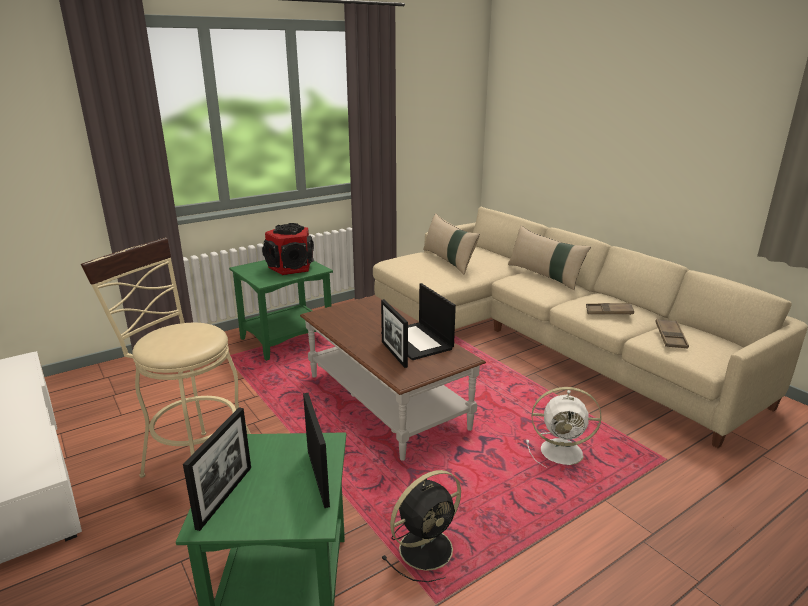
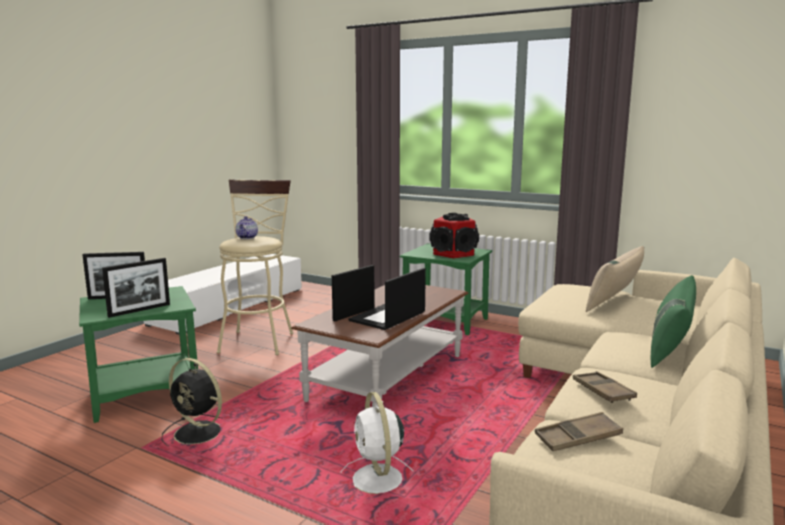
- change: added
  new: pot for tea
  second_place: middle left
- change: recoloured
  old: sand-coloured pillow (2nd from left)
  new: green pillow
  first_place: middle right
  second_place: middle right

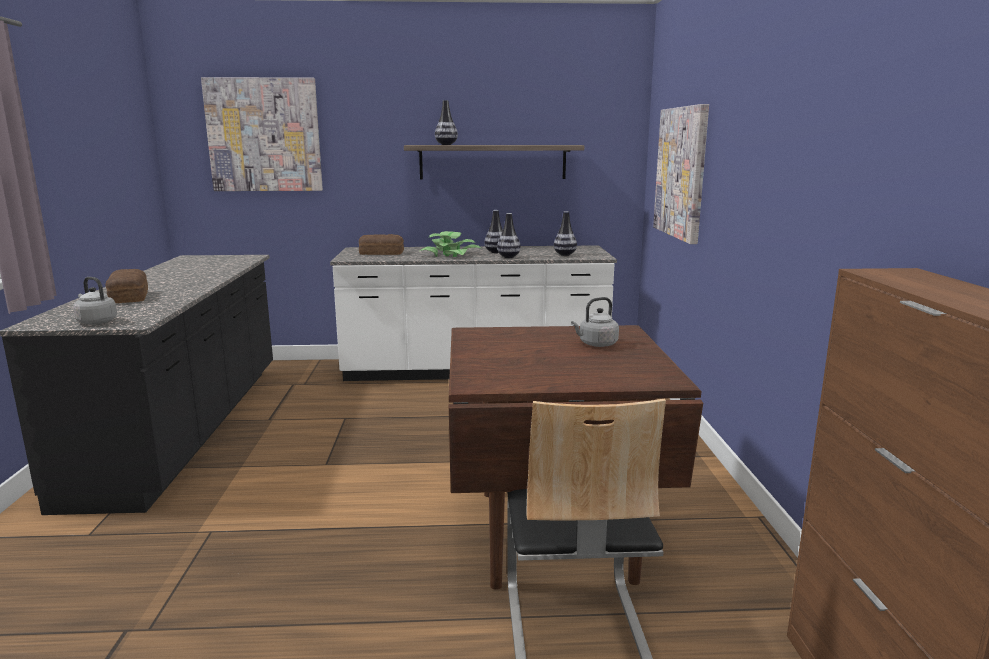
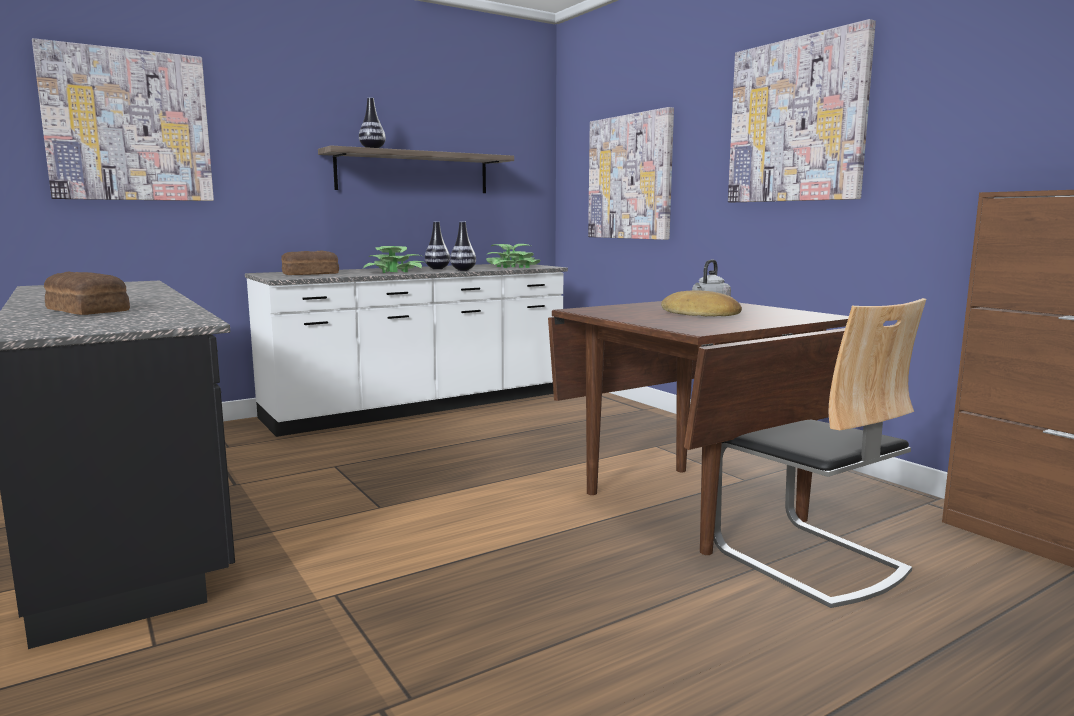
- change: replaced
  old: flower vase (4th from left)
  new: houseplant (2nd from left)
  first_place: centre
  second_place: centre
- change: added
  new: bread (3rd from left)
  second_place: centre
- change: added
  new: picture (3rd from left)
  second_place: top right
- change: removed
  old: grey tea kettle (1st from left)
  first_place: middle left

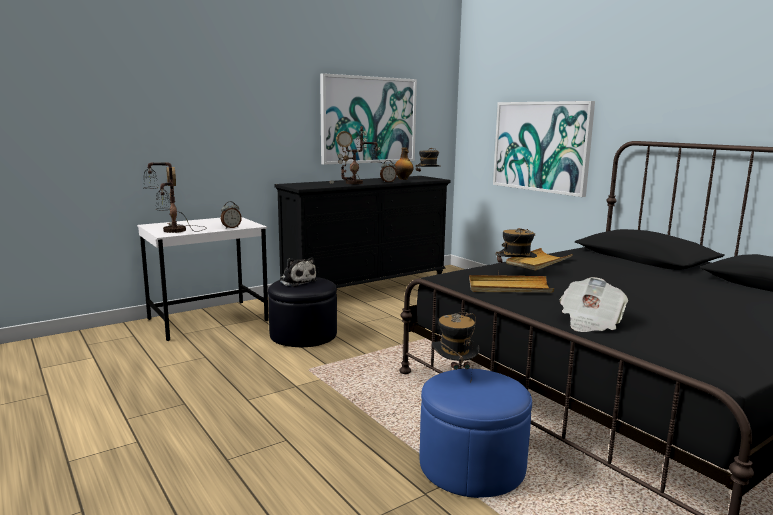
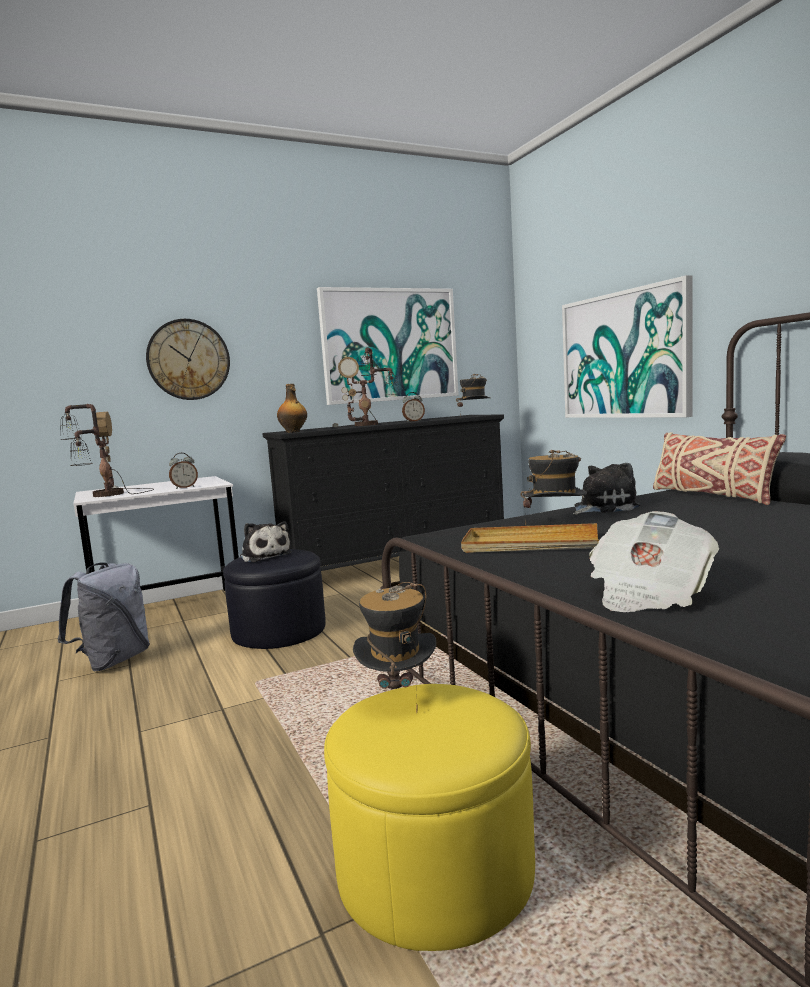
- change: added
  new: grey rucksack
  second_place: middle left
- change: added
  new: clock on the wall
  second_place: middle left
- change: moved
  old: beverage bottle
  first_place: top centre
  second_place: centre
- change: recoloured
  old: bluish ottoman
  new: yellow ottoman
  first_place: bottom centre
  second_place: bottom centre
- change: replaced
  old: sand-coloured serving tray (2nd from left)
  new: cuddly toy (2nd from left)
  first_place: middle right
  second_place: middle right
- change: added
  new: sand-coloured pillow
  second_place: middle right

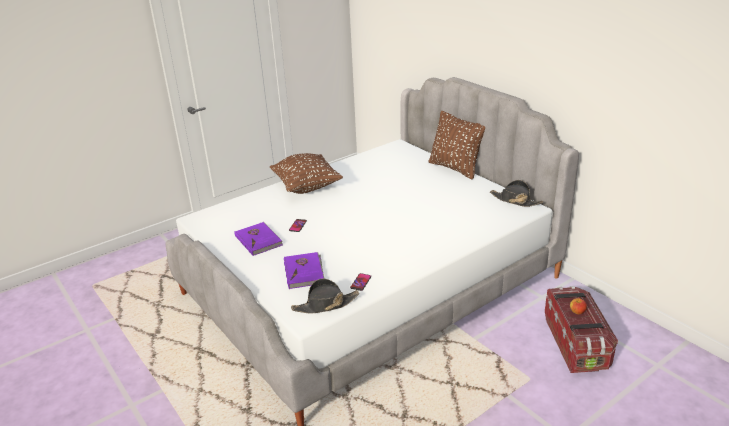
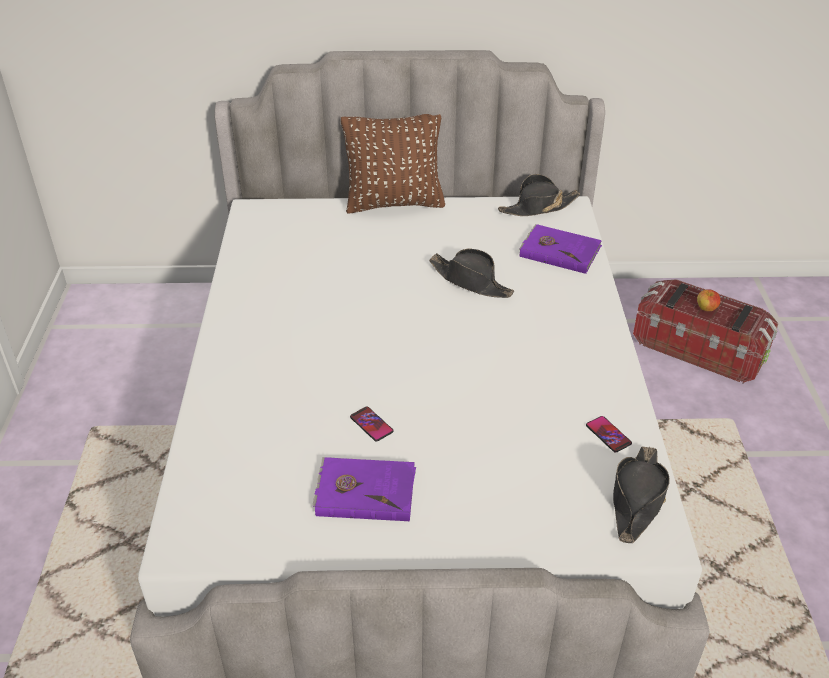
- change: added
  new: black hat (1st from left)
  second_place: centre
- change: moved
  old: purple-coloured volume (2nd from left)
  first_place: centre
  second_place: middle right
- change: removed
  old: brown-coloured pillow (1st from left)
  first_place: centre

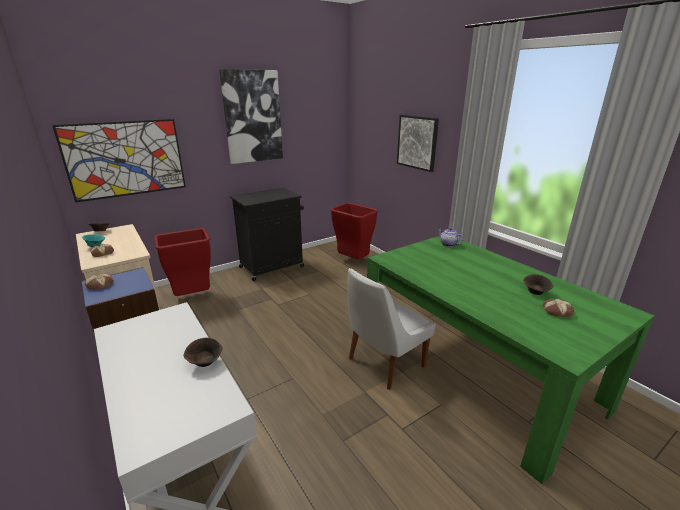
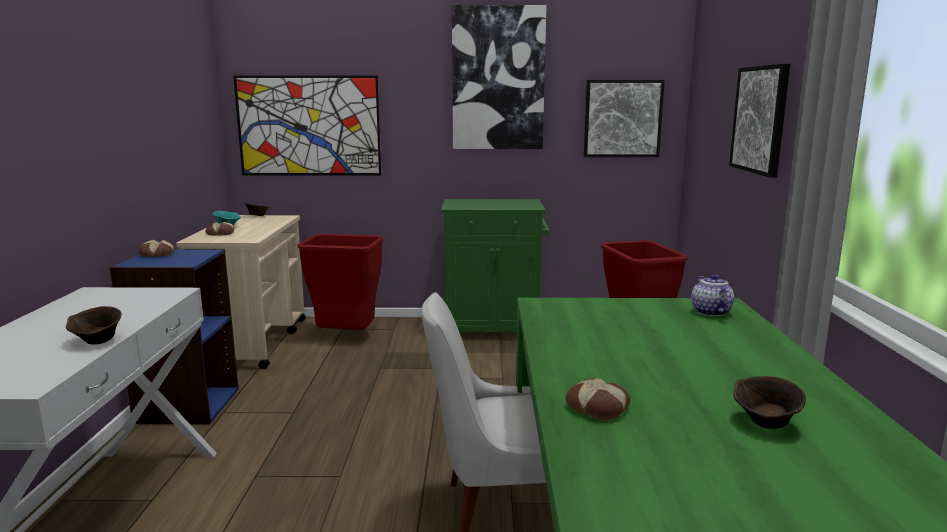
- change: recoloured
  old: black cupboard
  new: green cupboard
  first_place: centre
  second_place: centre
- change: moved
  old: bread (3rd from left)
  first_place: middle right
  second_place: bottom centre
- change: added
  new: picture (3rd from left)
  second_place: top centre

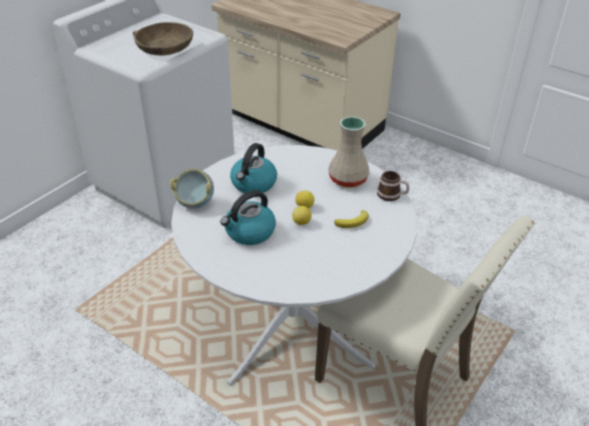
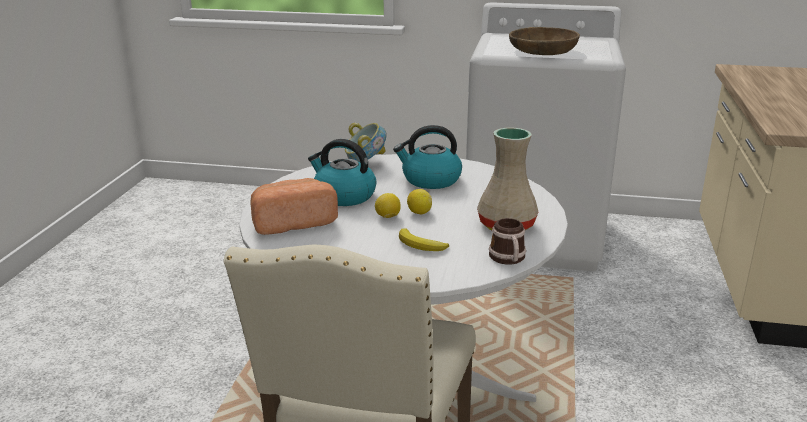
- change: added
  new: bread
  second_place: centre

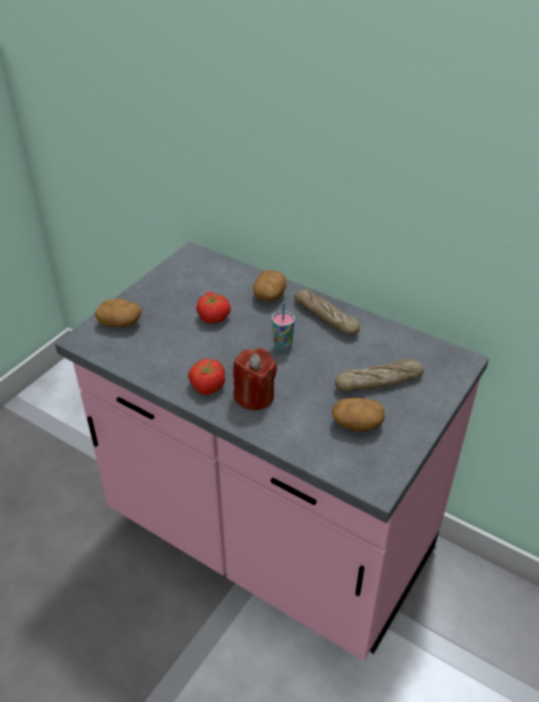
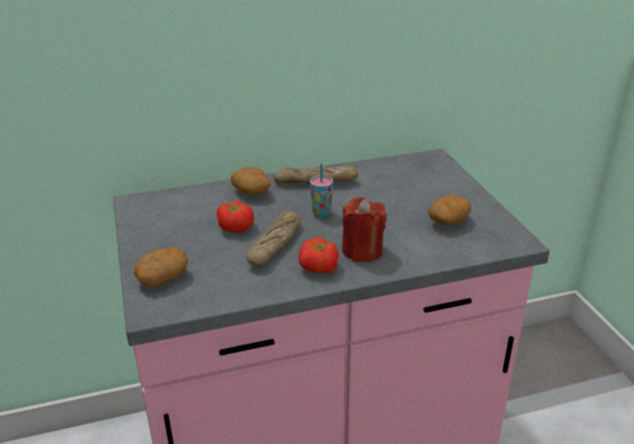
- change: moved
  old: bread (2nd from left in the first image)
  new: bread (1st from left)
  first_place: middle right
  second_place: centre

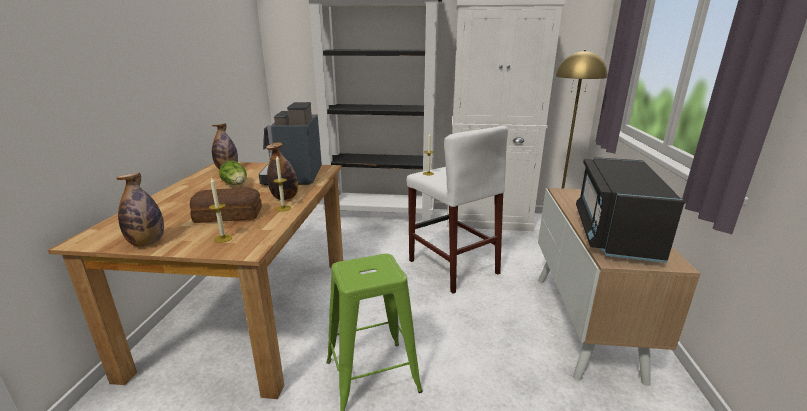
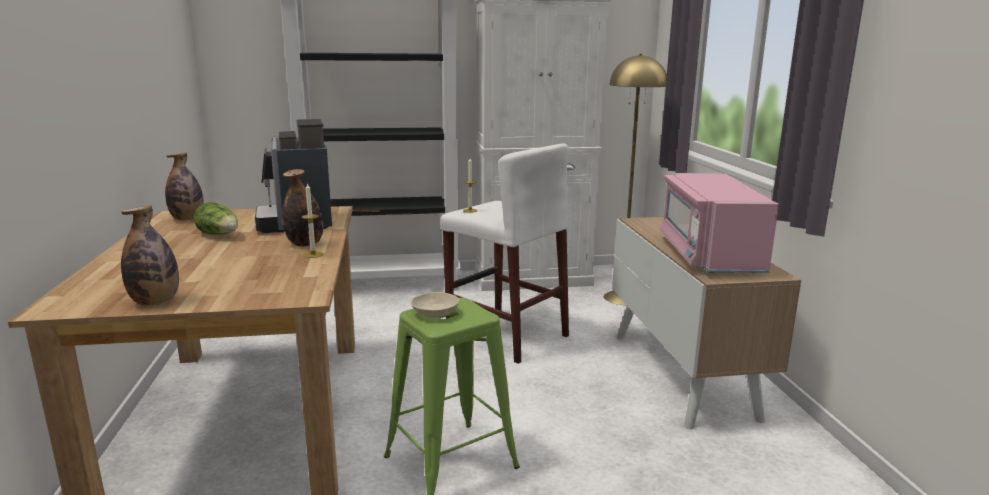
- change: added
  new: sand-coloured serving bowl
  second_place: centre
- change: recoloured
  old: black microwave
  new: pink microwave
  first_place: middle right
  second_place: middle right
- change: removed
  old: bread
  first_place: middle left
- change: removed
  old: candle (1st from left)
  first_place: middle left

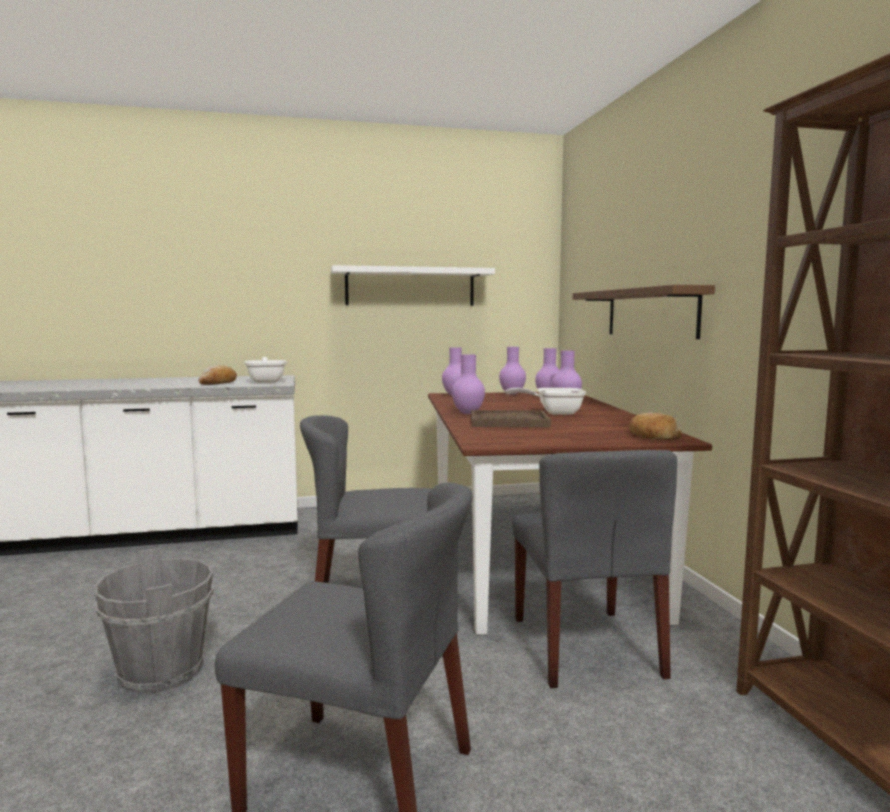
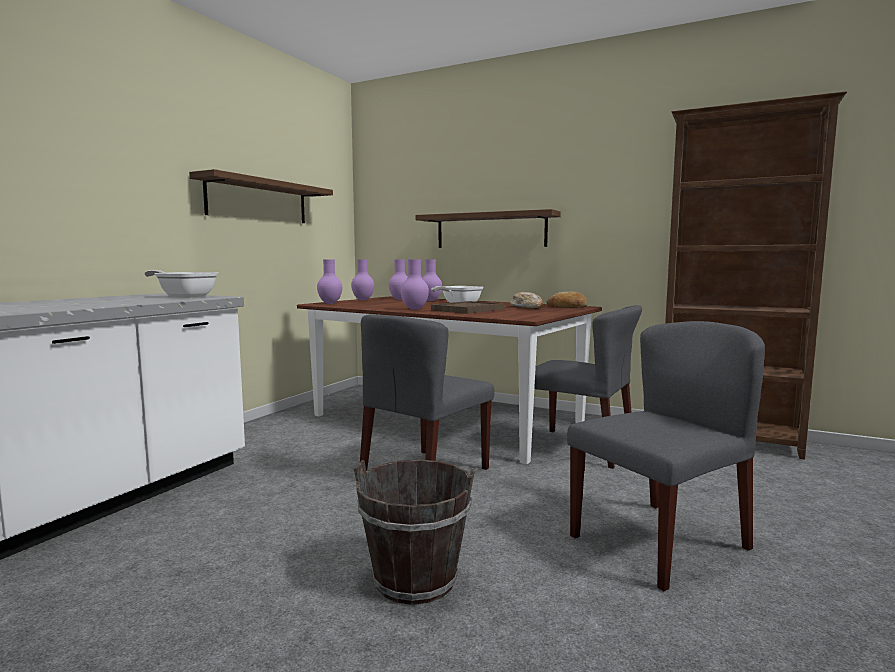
- change: recoloured
  old: white-coloured wall shelf
  new: brown-coloured wall shelf (1st from left)
  first_place: centre
  second_place: top left
- change: recoloured
  old: grey pail
  new: brown-coloured pail
  first_place: bottom left
  second_place: bottom centre
- change: moved
  old: bread (1st from left)
  first_place: middle left
  second_place: centre

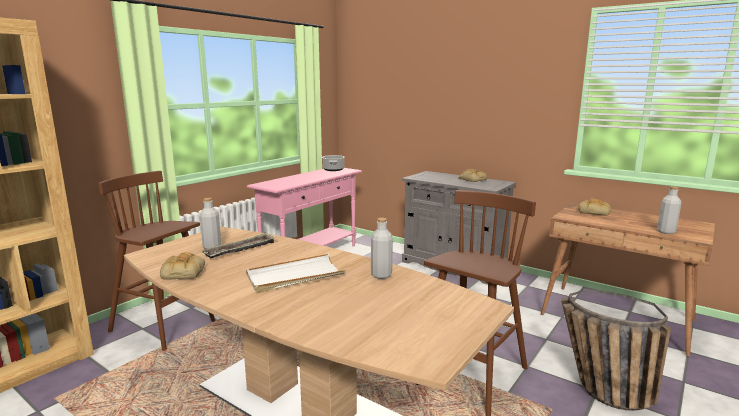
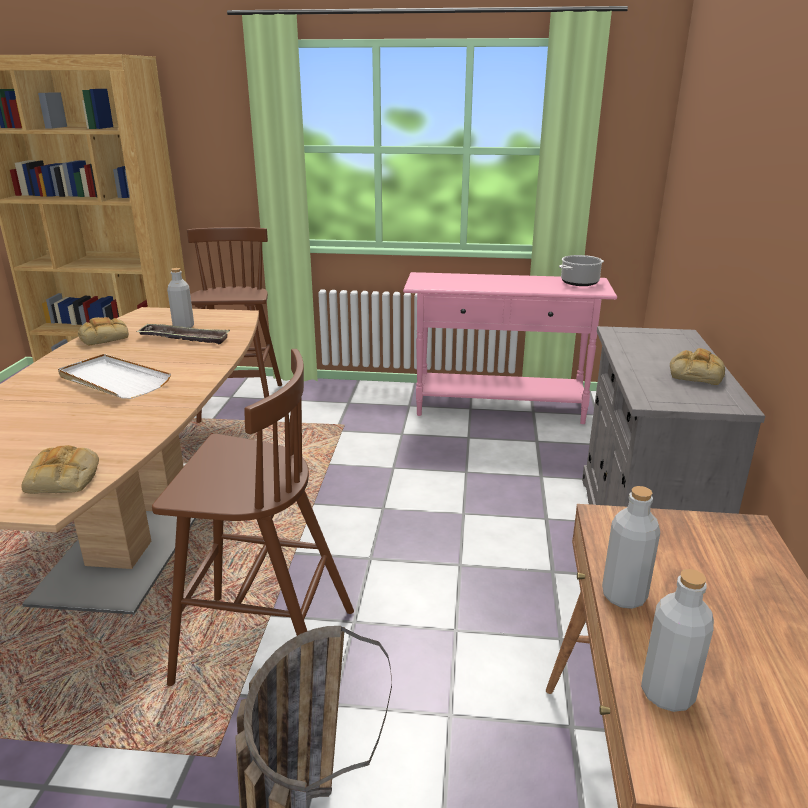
- change: moved
  old: bread (3rd from left in the first image)
  new: bread (1st from left)
  first_place: middle right
  second_place: middle left
- change: moved
  old: grey beverage bottle (2nd from left)
  first_place: centre
  second_place: bottom right

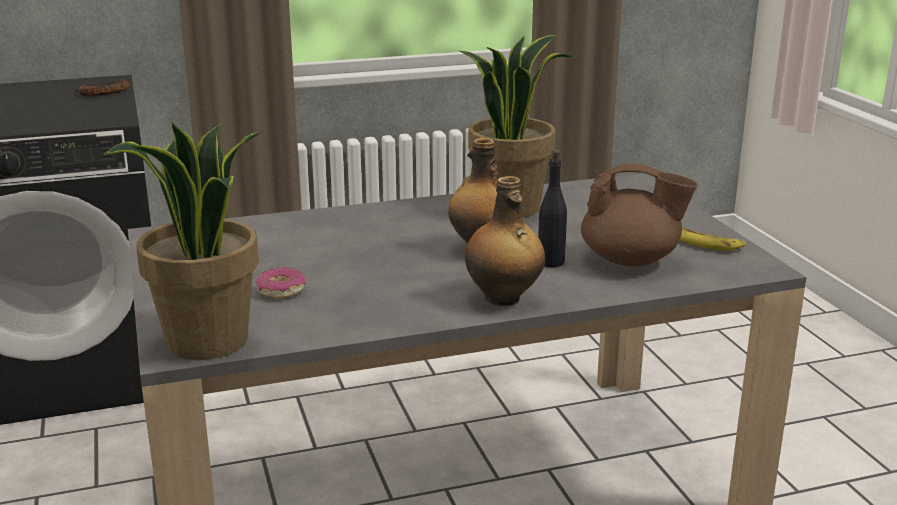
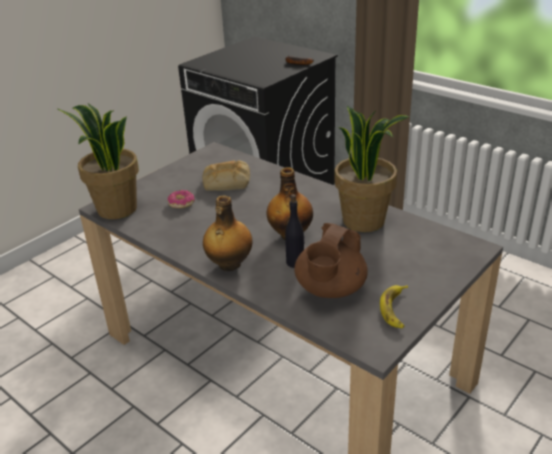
- change: added
  new: bread
  second_place: centre
- change: turned
  old: brown-coloured pot for tea
  first_place: middle right
  second_place: centre
  degrees: 45

